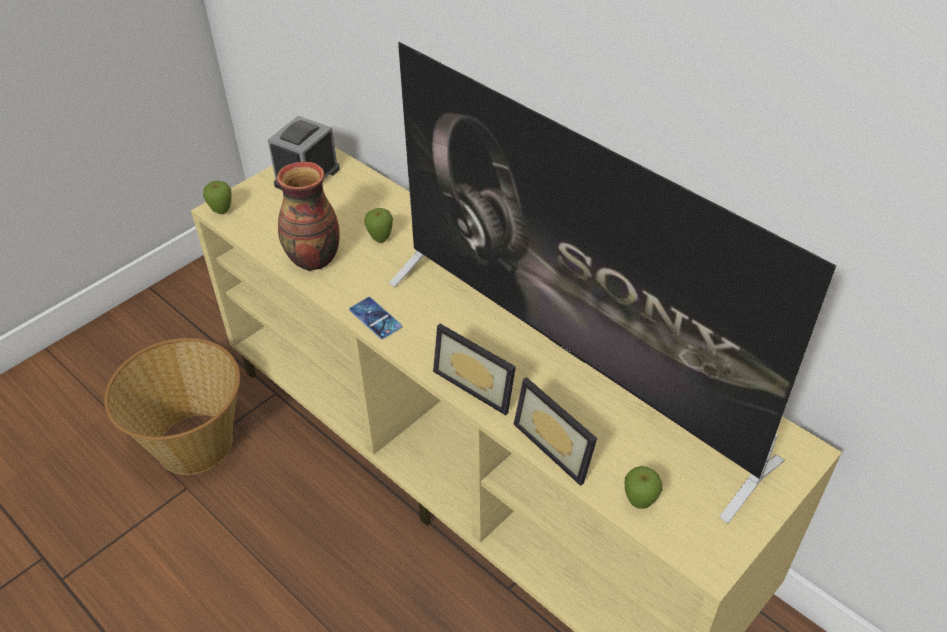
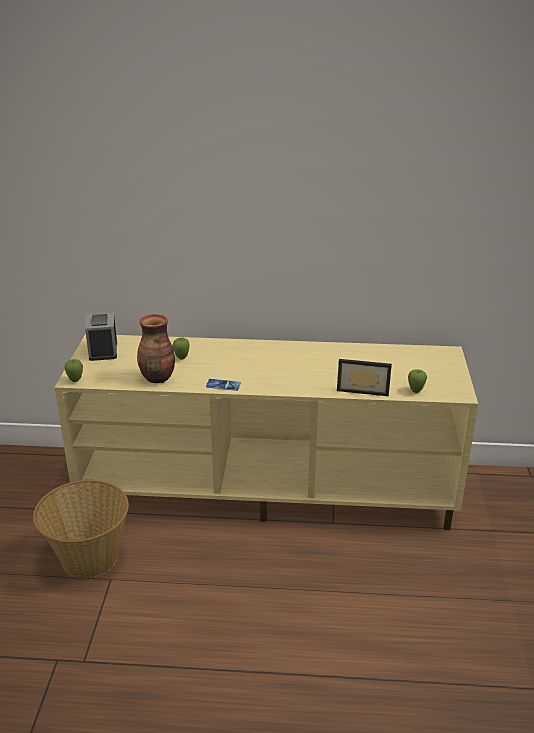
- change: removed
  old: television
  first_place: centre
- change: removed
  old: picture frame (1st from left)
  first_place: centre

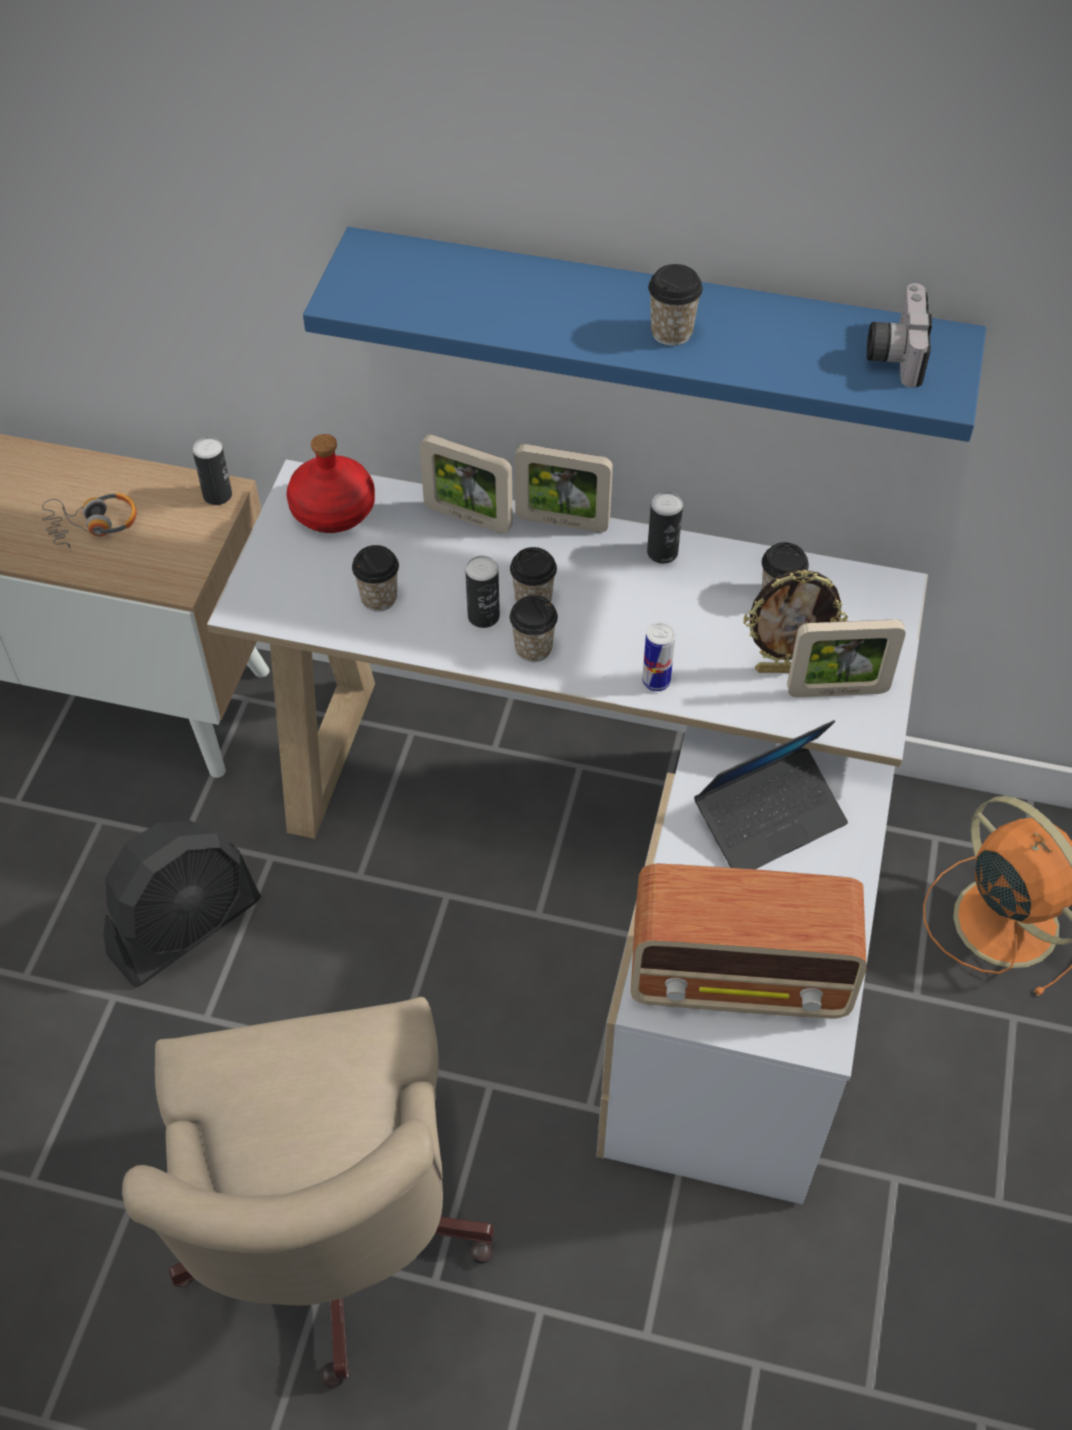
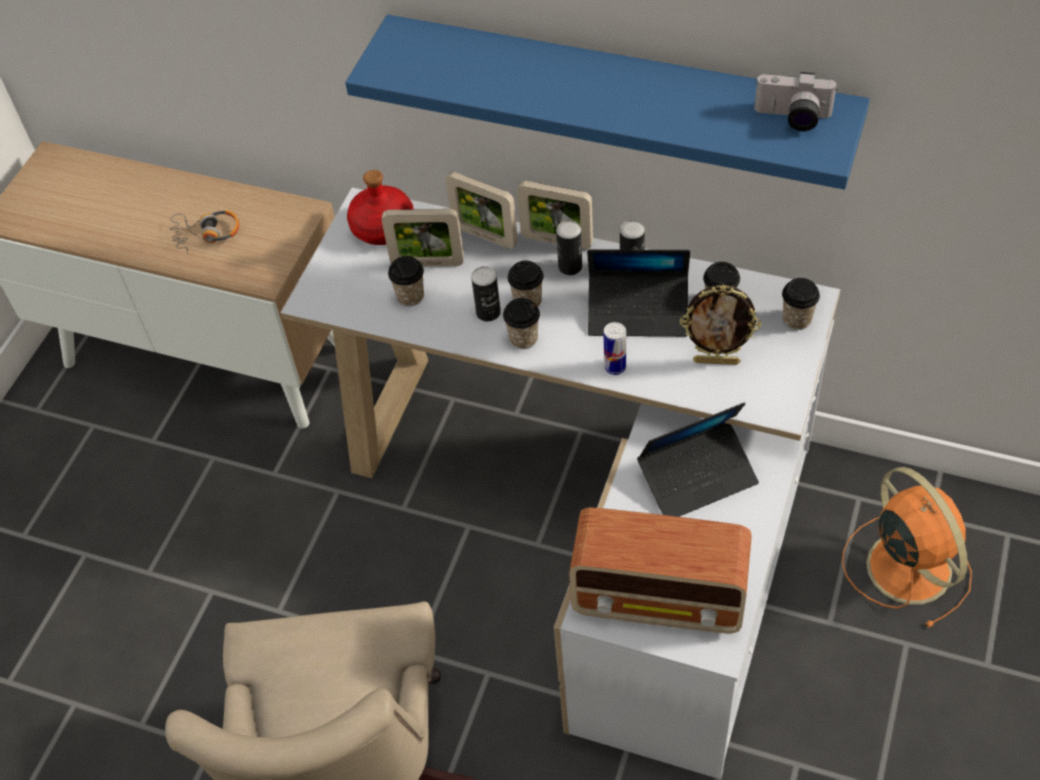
- change: moved
  old: picture frame (4th from left in the first image)
  new: picture frame (1st from left)
  first_place: middle right
  second_place: top centre
- change: moved
  old: metal can (1st from left in the first image)
  new: metal can (2nd from left)
  first_place: top left
  second_place: top centre
- change: added
  new: portable computer (1st from left)
  second_place: centre
- change: turned
  old: still camera
  first_place: top right
  second_place: top right
  degrees: -90
- change: moved
  old: drinking cup (4th from left in the first image)
  new: drinking cup (5th from left)
  first_place: top centre
  second_place: middle right
- change: removed
  old: black cooling fan
  first_place: middle left

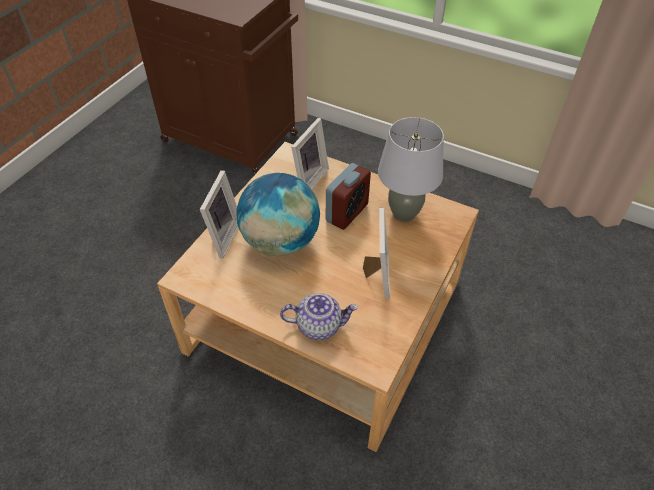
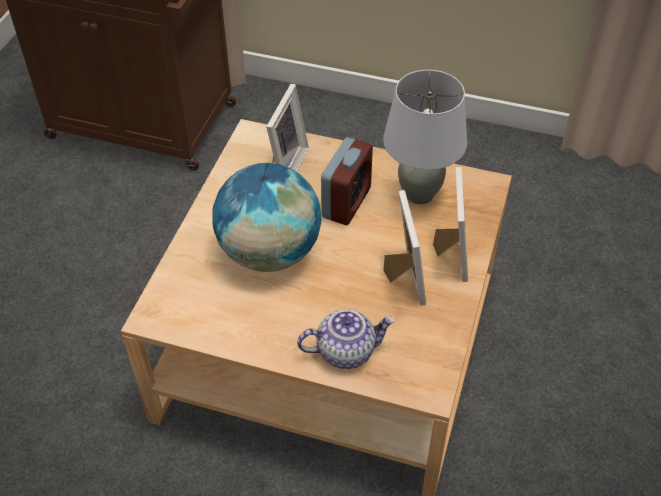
- change: moved
  old: picture frame (1st from left in the first image)
  new: picture frame (3rd from left)
  first_place: centre
  second_place: middle right

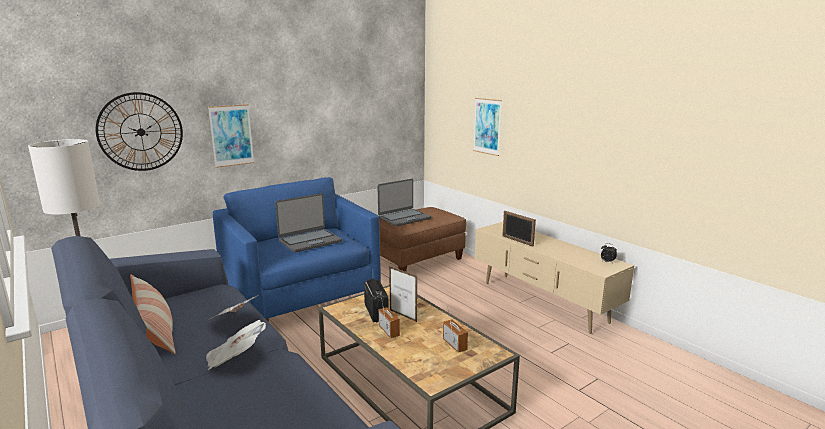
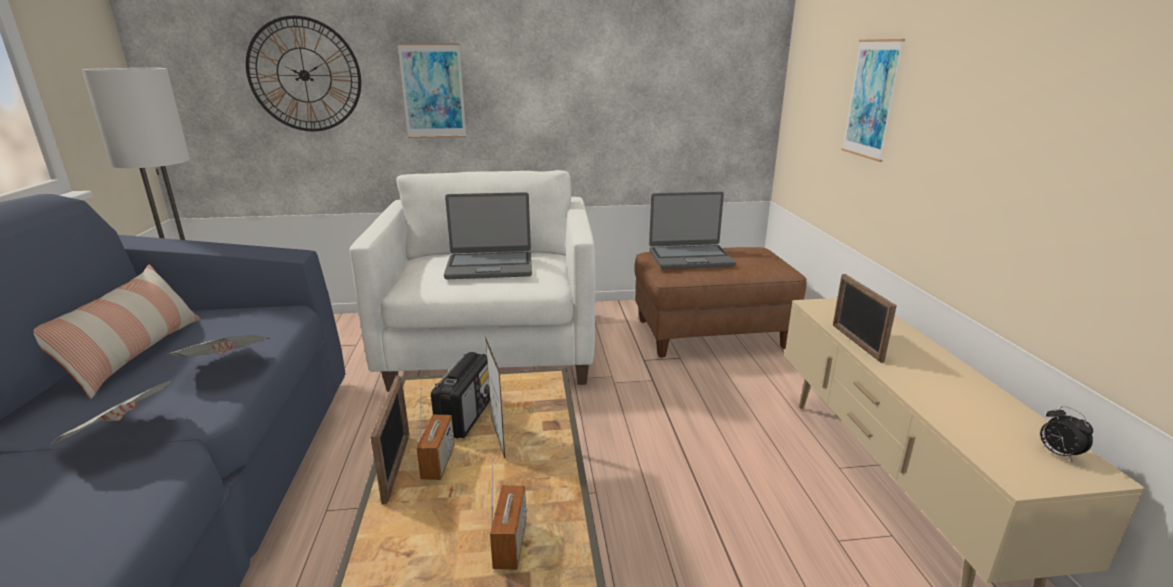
- change: recoloured
  old: bluish lounge chair
  new: white-coloured lounge chair
  first_place: centre
  second_place: centre
- change: added
  new: picture frame (1st from left)
  second_place: bottom left

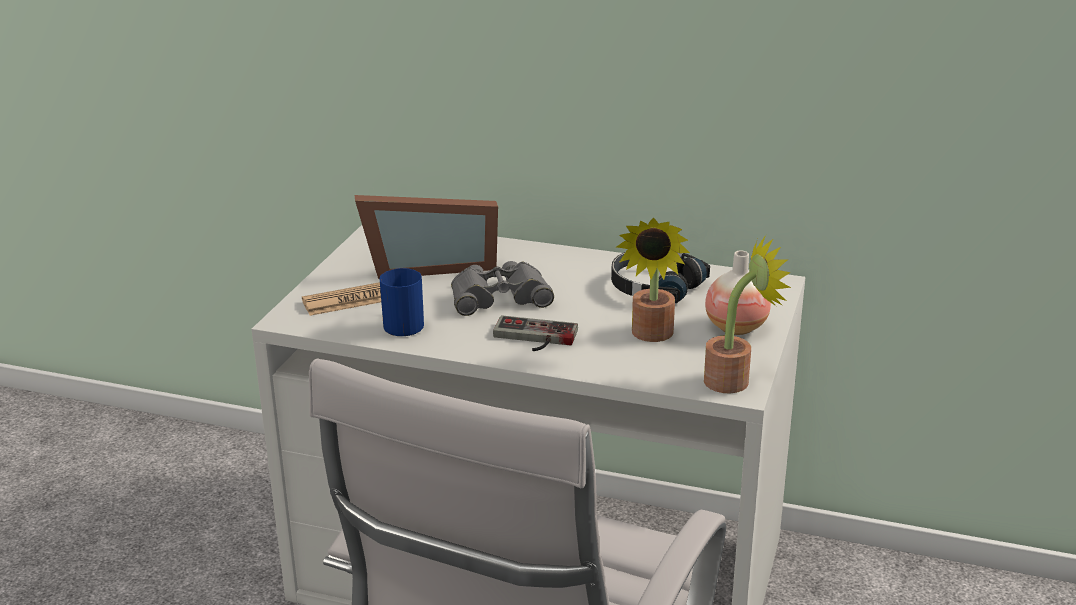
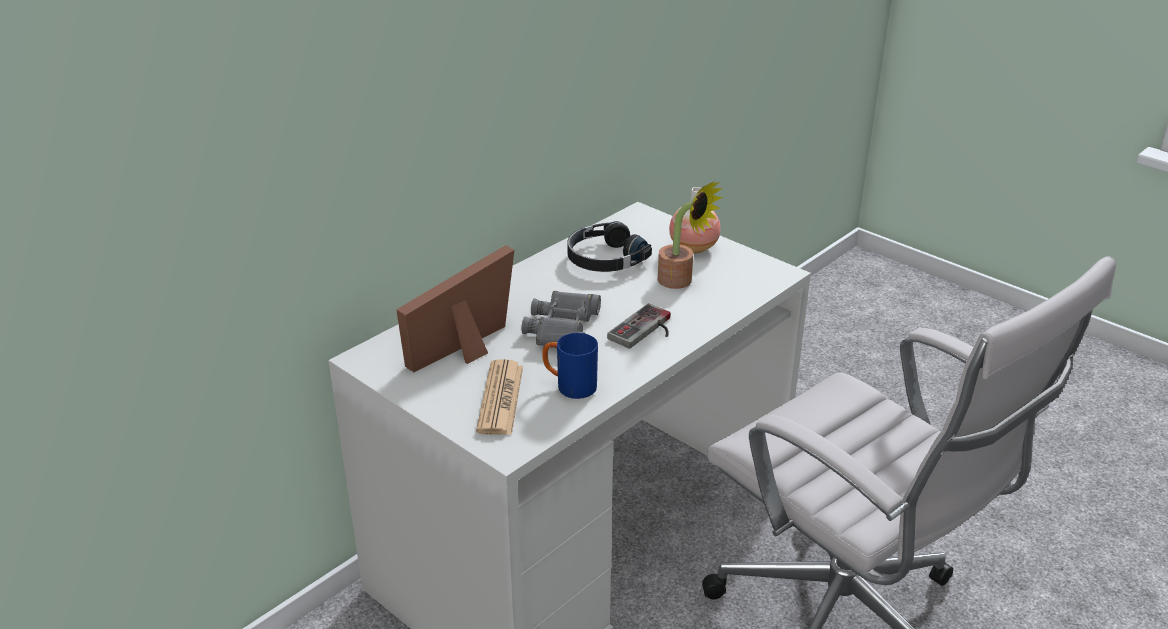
- change: turned
  old: picture frame
  first_place: centre
  second_place: centre
  degrees: -150
- change: removed
  old: houseplant (2nd from left)
  first_place: middle right

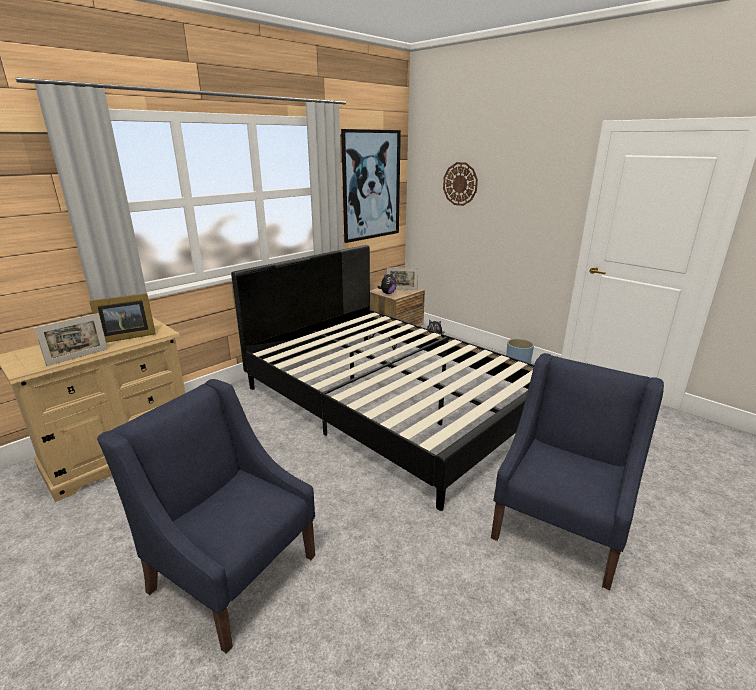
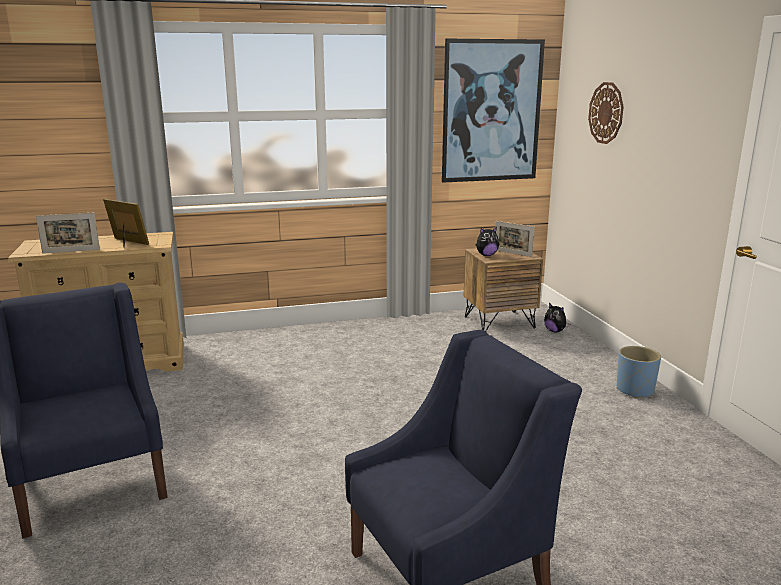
- change: turned
  old: picture frame (2nd from left)
  first_place: middle left
  second_place: middle left
  degrees: -150
- change: removed
  old: black bedroom bed
  first_place: centre

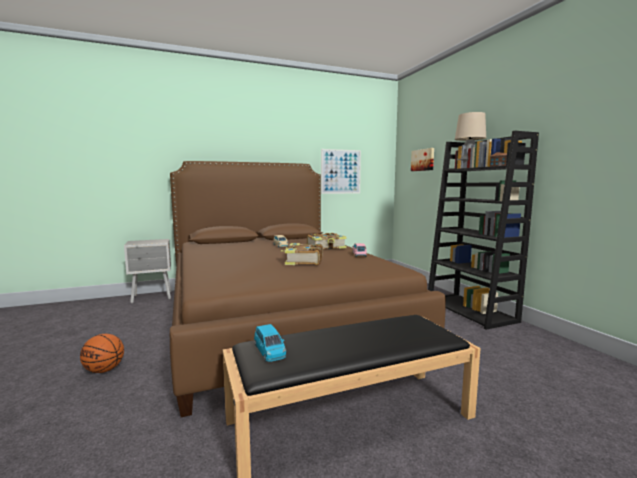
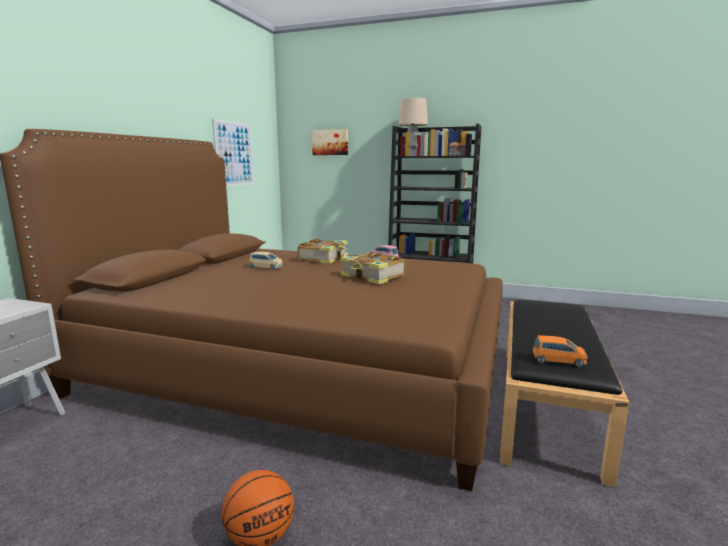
- change: recoloured
  old: bluish miniature car
  new: orange-coloured miniature car
  first_place: bottom centre
  second_place: middle right

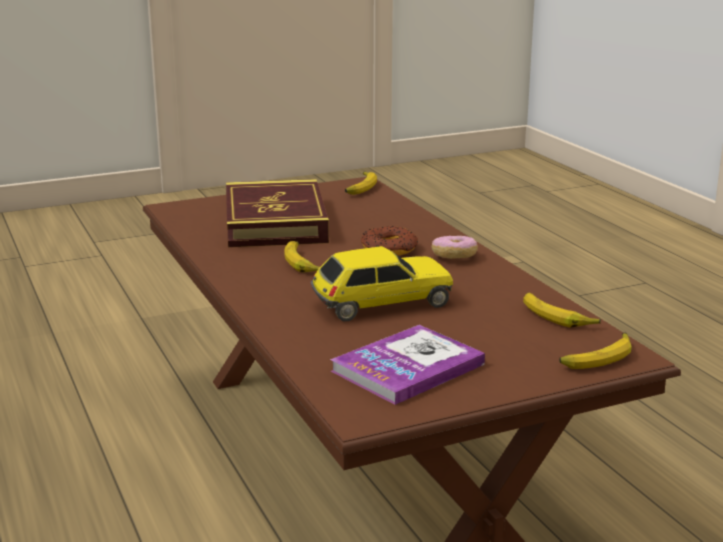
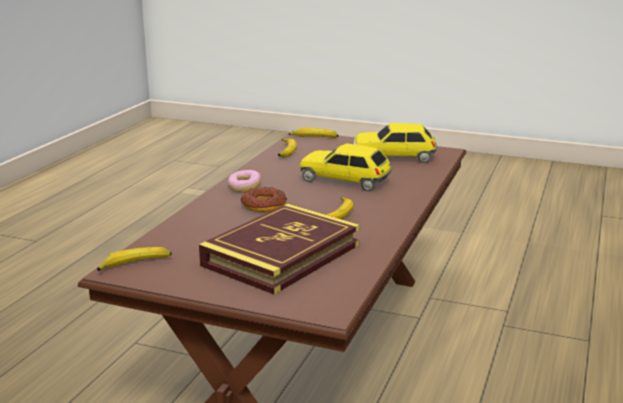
- change: replaced
  old: volume (2nd from left)
  new: miniature car (2nd from left)
  first_place: bottom centre
  second_place: centre

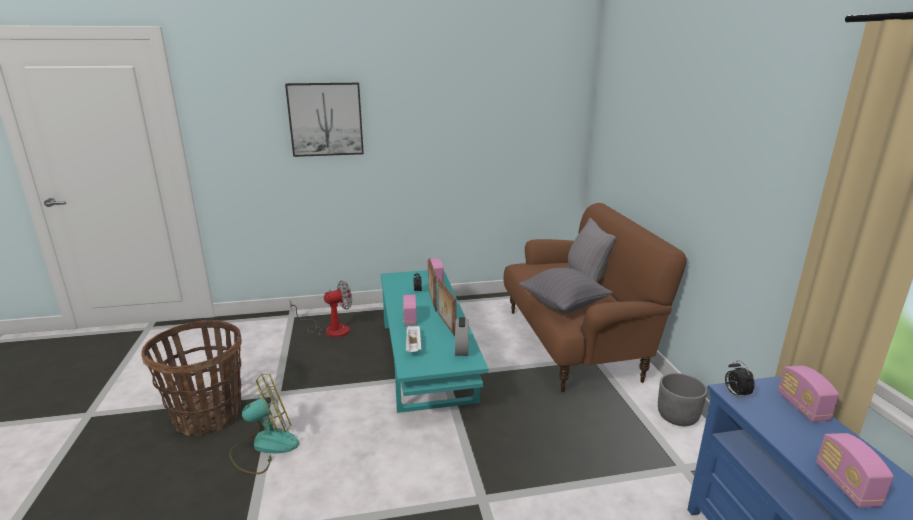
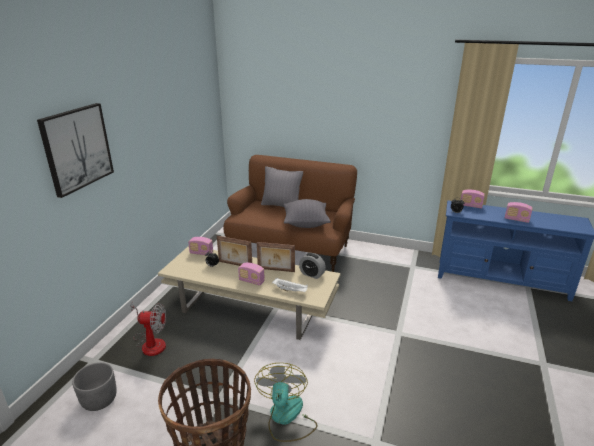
- change: moved
  old: grey flower pot
  first_place: bottom right
  second_place: bottom left
- change: turned
  old: cooling fan (2nd from left in the first image)
  first_place: centre
  second_place: bottom left
  degrees: 90
- change: recoloured
  old: turquoise low table
  new: sand-coloured low table
  first_place: centre
  second_place: centre

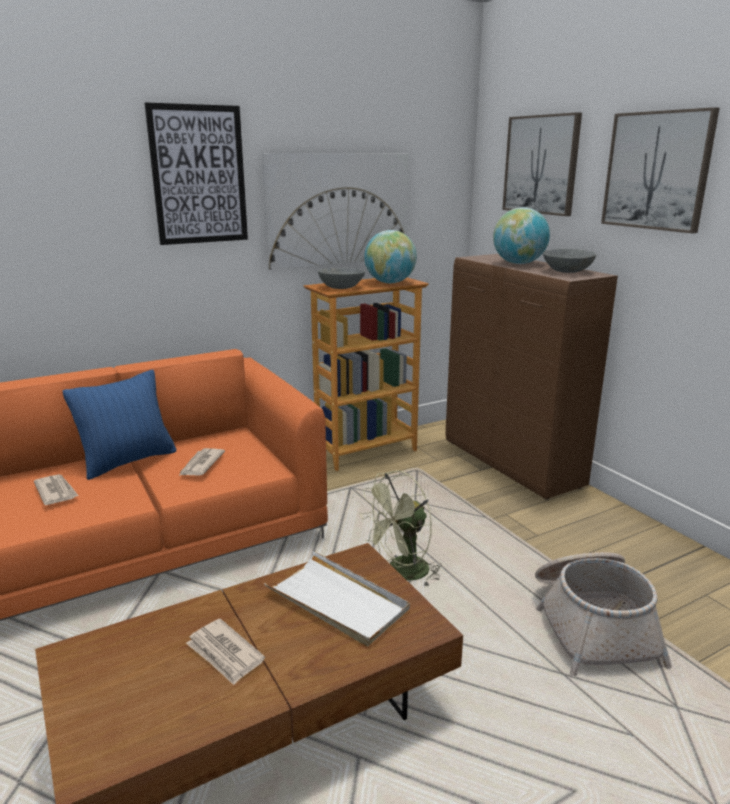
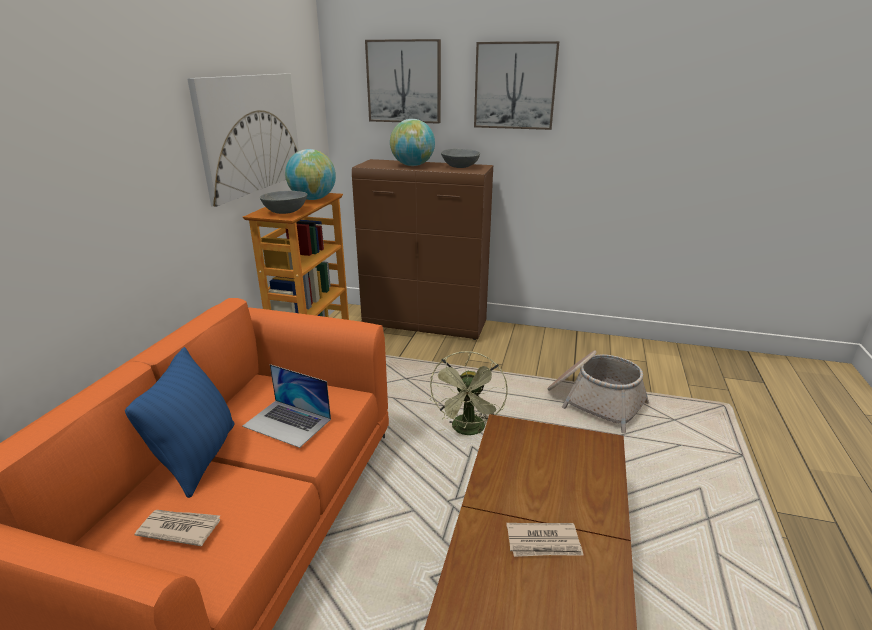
- change: replaced
  old: daily paper (2nd from left)
  new: portable computer
  first_place: middle left
  second_place: middle left
- change: removed
  old: picture (1st from left)
  first_place: top left
- change: removed
  old: white-coloured serving tray
  first_place: bottom centre

